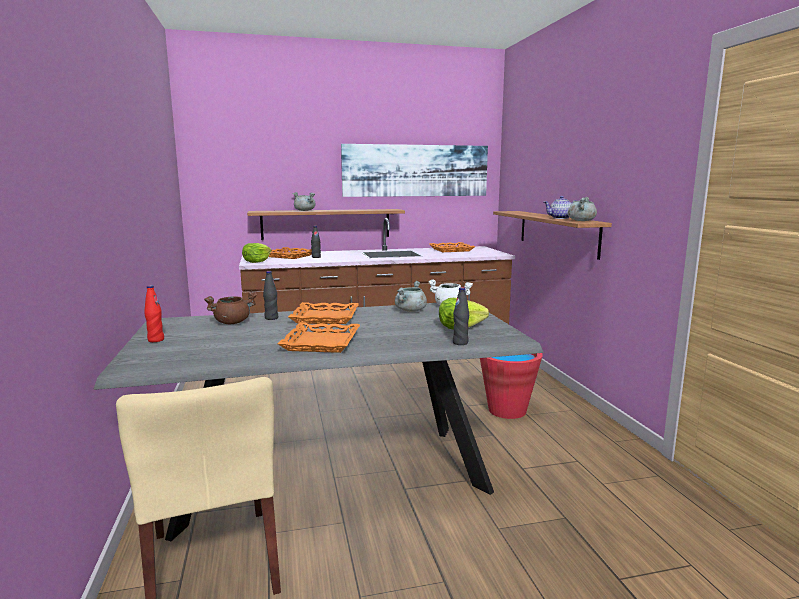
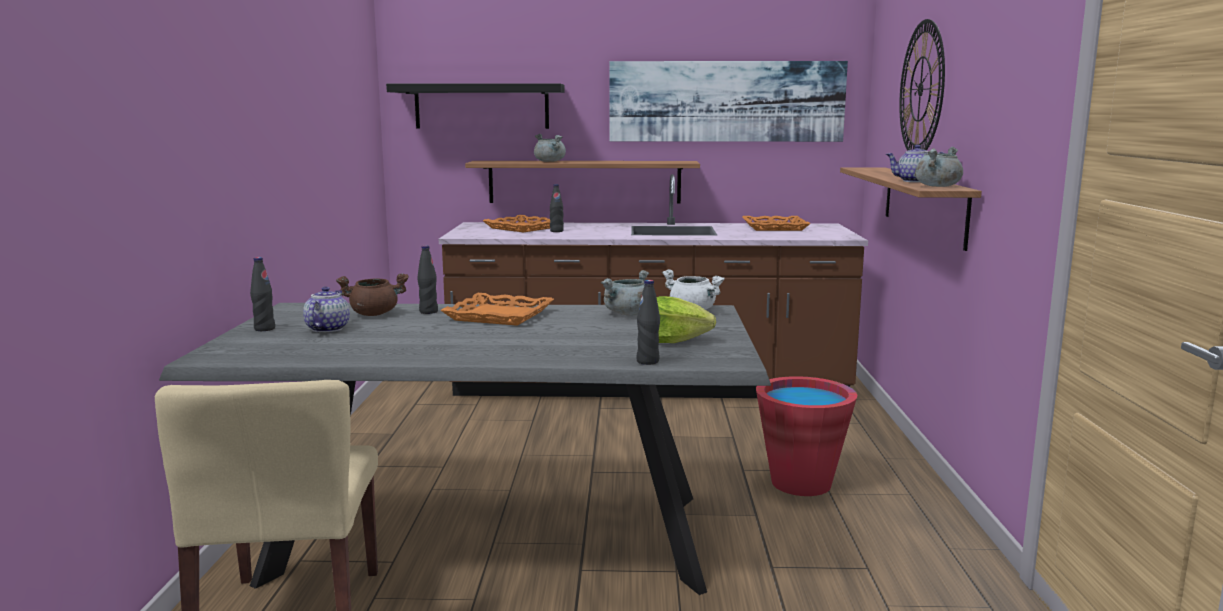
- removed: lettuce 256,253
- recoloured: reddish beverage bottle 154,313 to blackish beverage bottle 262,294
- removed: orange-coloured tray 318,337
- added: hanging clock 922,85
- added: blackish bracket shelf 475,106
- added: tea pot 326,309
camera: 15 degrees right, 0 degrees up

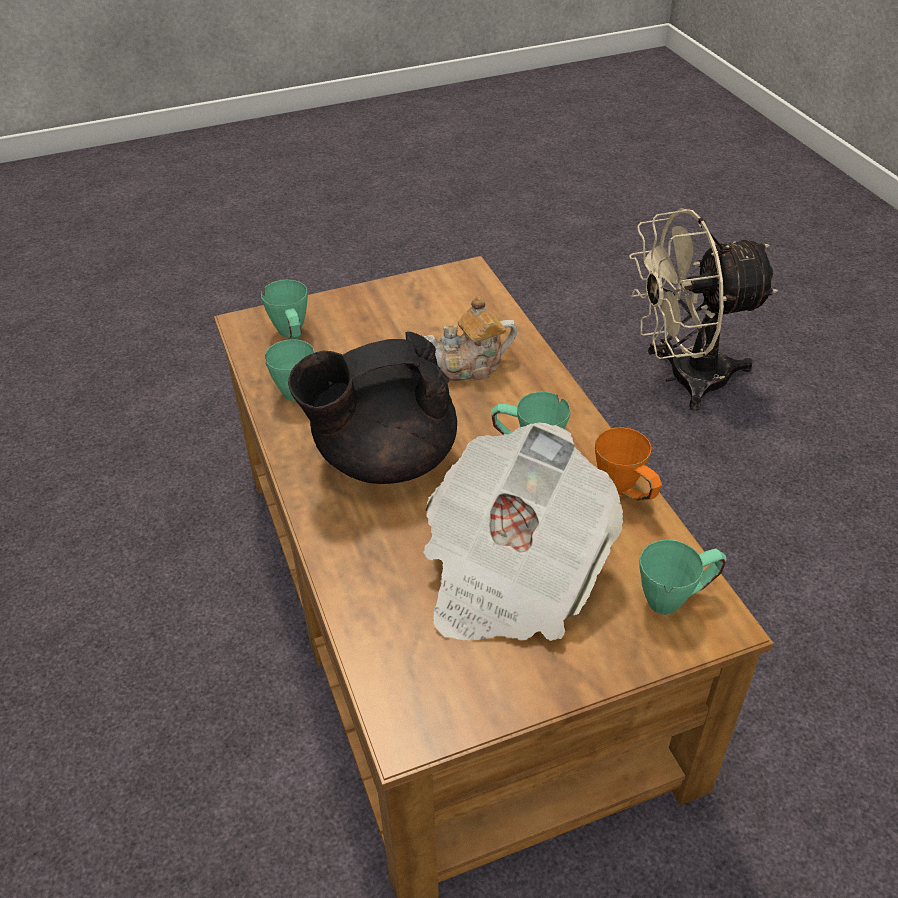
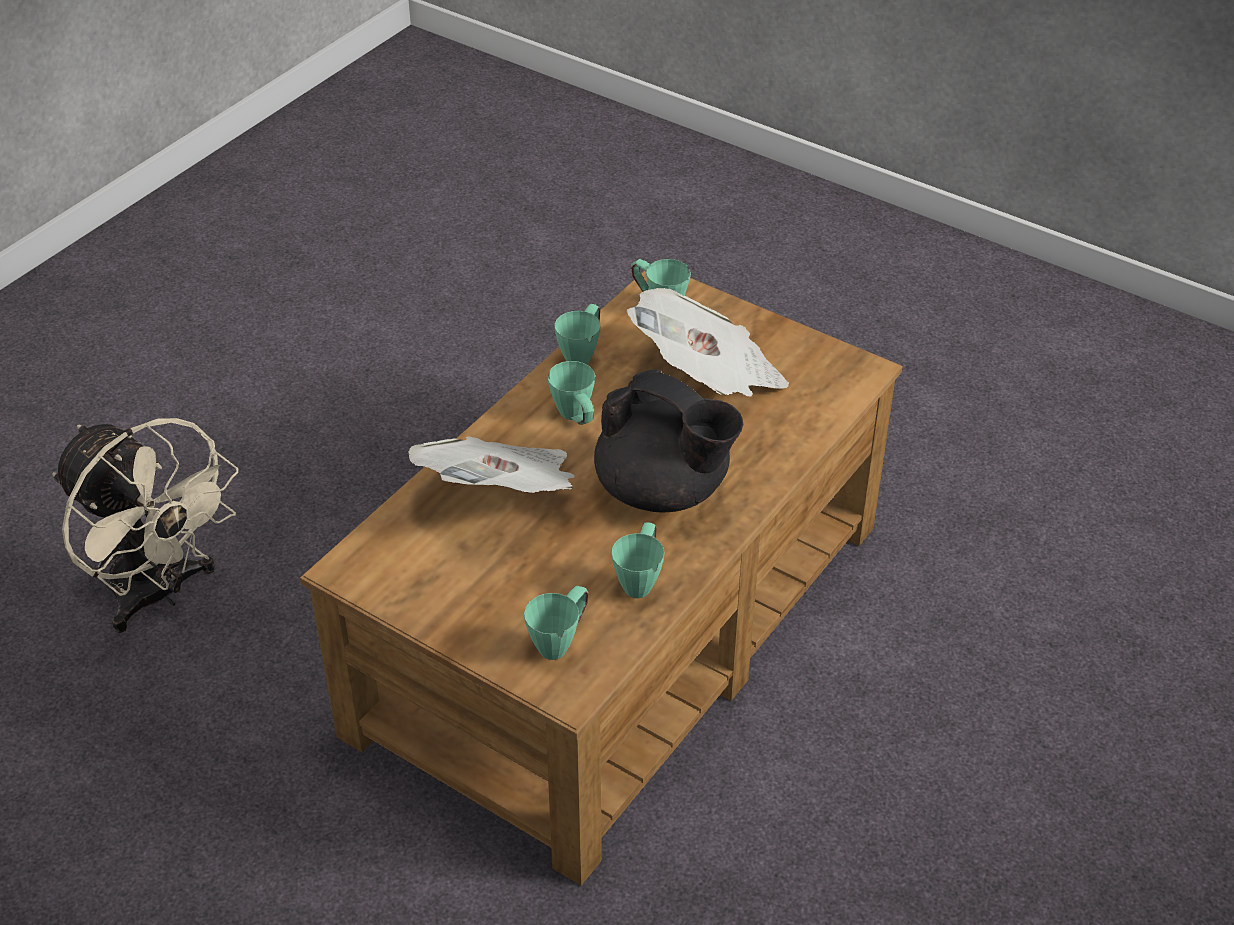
- replaced: tea pot 470,338 to printed paper 491,464
- recoloured: orange-coloured mug 628,464 to greenish mug 577,334
camera: 125 degrees left, 0 degrees up

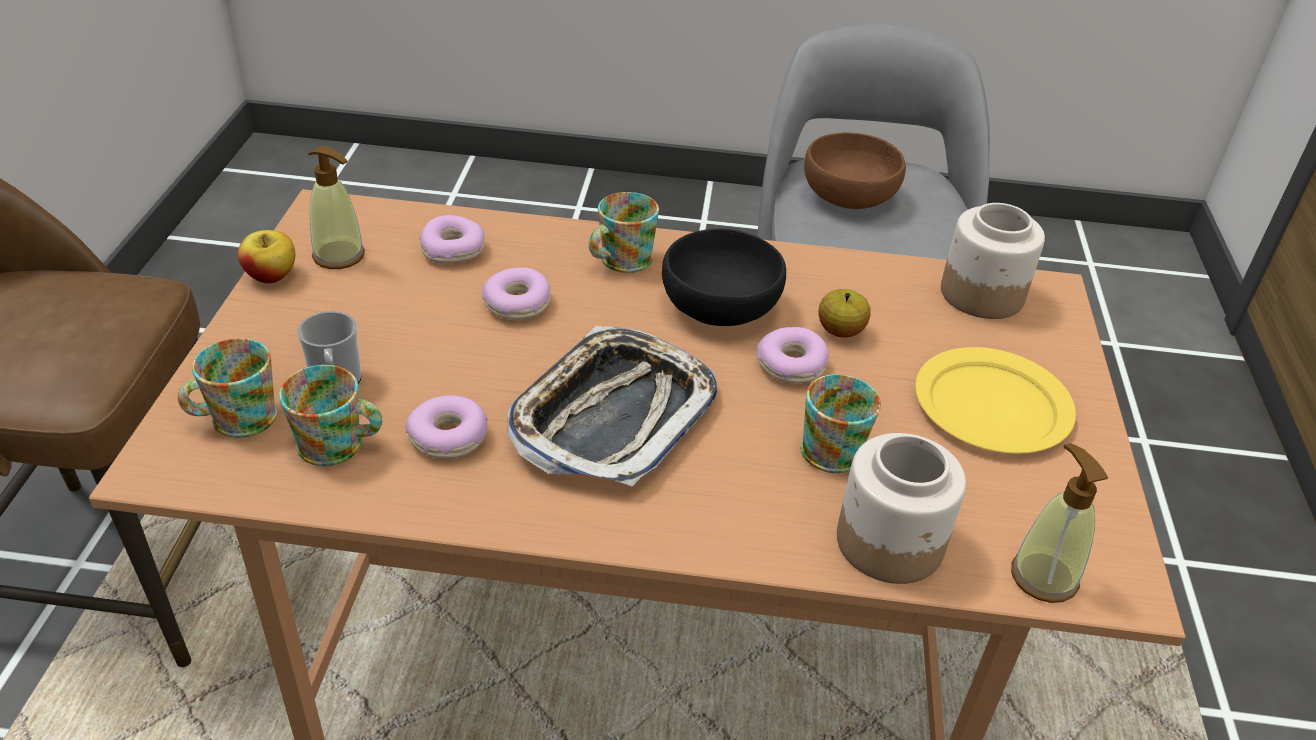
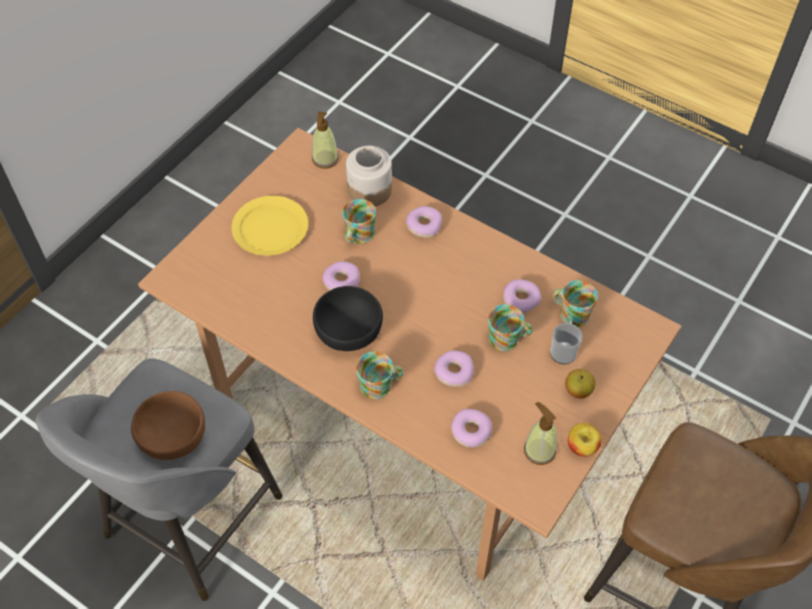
- removed: preserve jar 993,261
- moved: apple 844,313 to 580,383
- removed: tray 612,406
- moved: mug 227,388 to 510,327
- added: doughnut 424,222
camera: 150 degrees left, 15 degrees up

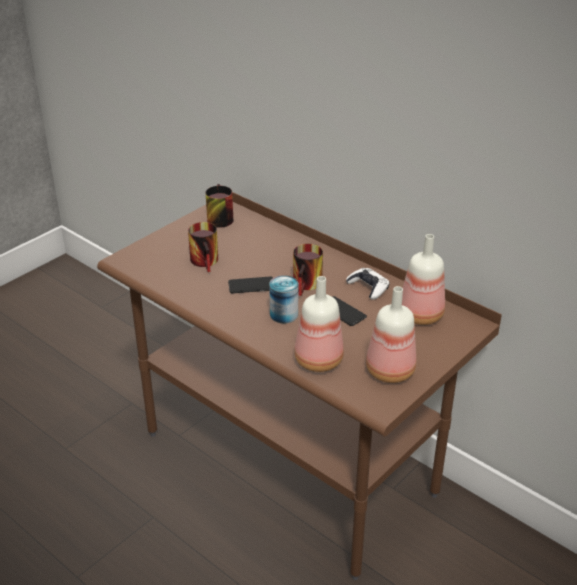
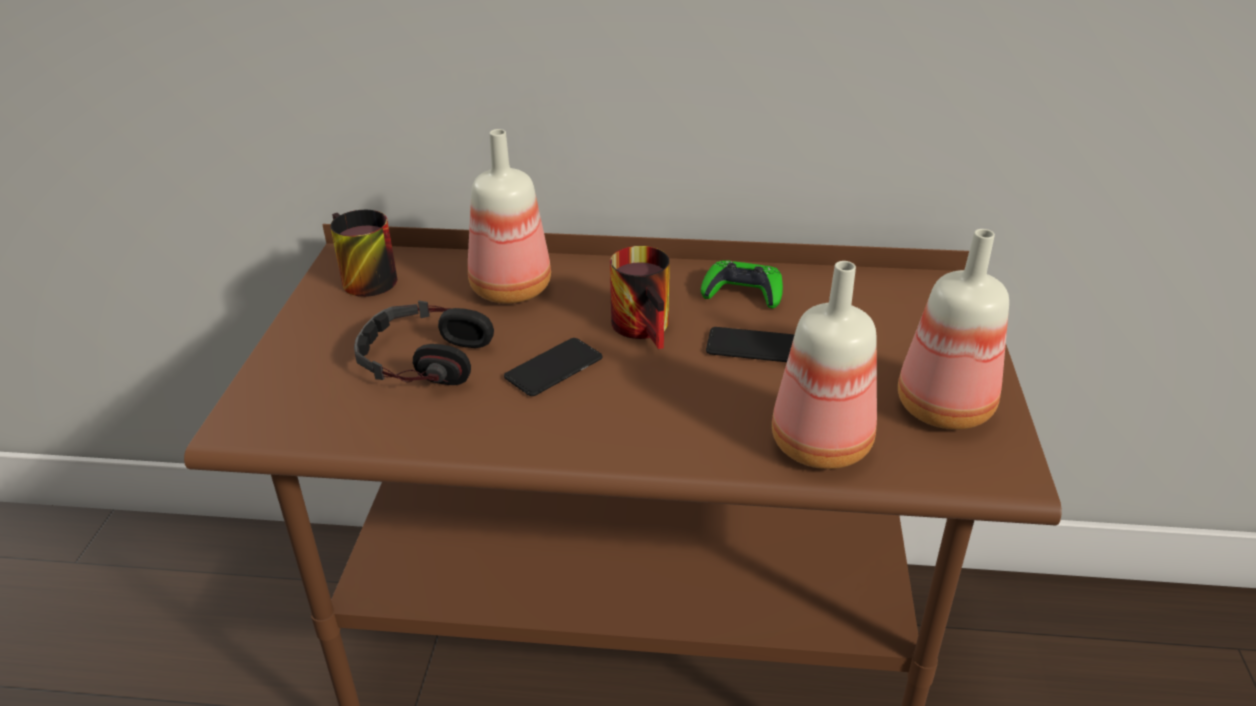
- replaced: mug 203,247 to headset 424,342
- moved: beverage bottle 423,279 to 509,216
- recoloured: white-coloured gamepad 368,284 to greenish gamepad 742,284
- removed: sealed can 283,299
camera: 35 degrees left, 0 degrees up

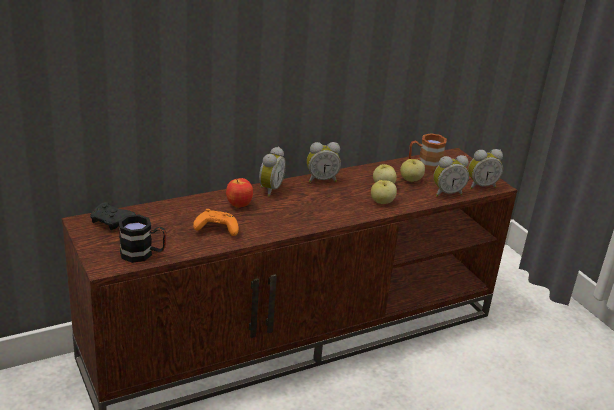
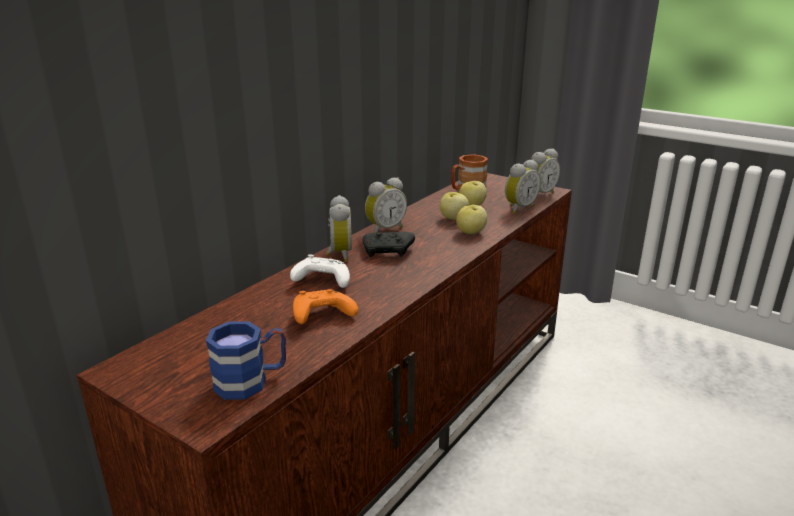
- replaced: apple 239,193 to white-coloured gamepad 320,271
- moved: blackish gamepad 113,216 to 389,244
- recoloured: blackish mug 142,238 to blue-coloured mug 246,360
camera: 25 degrees left, 5 degrees down

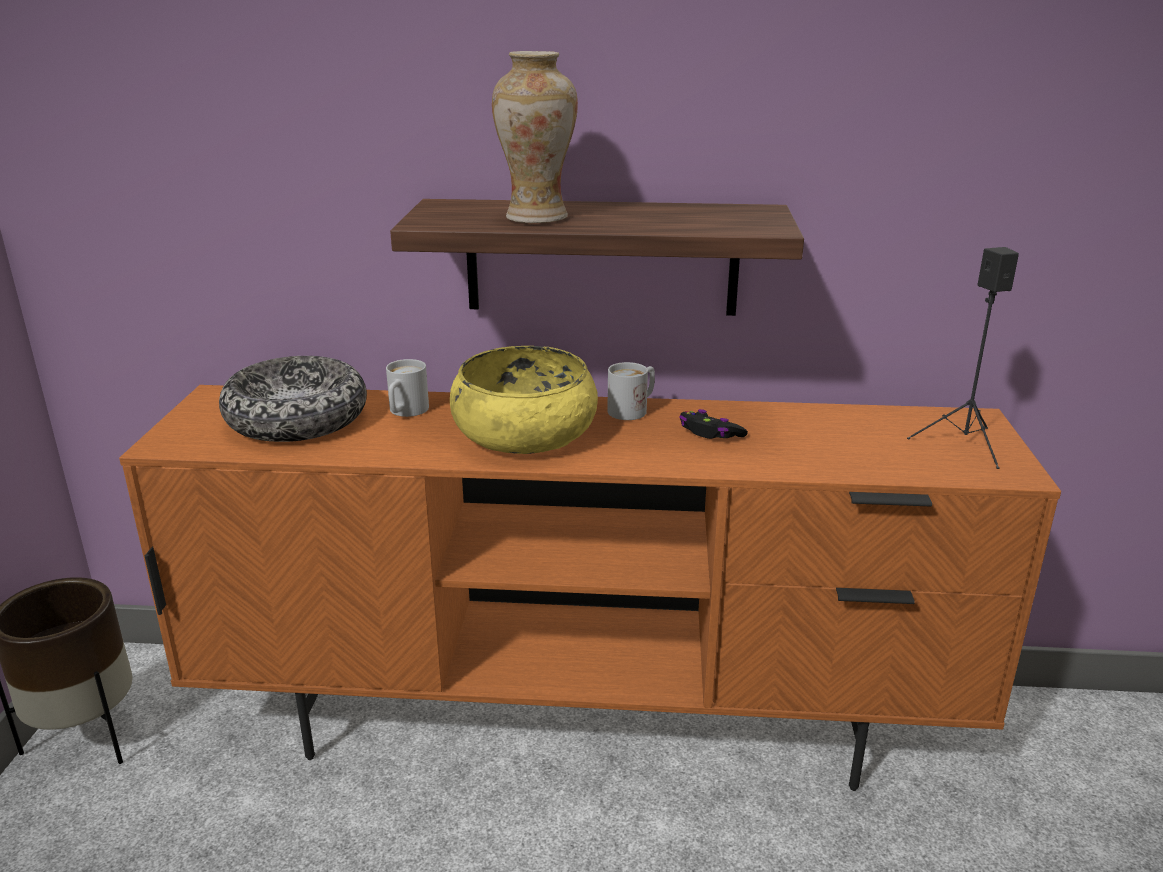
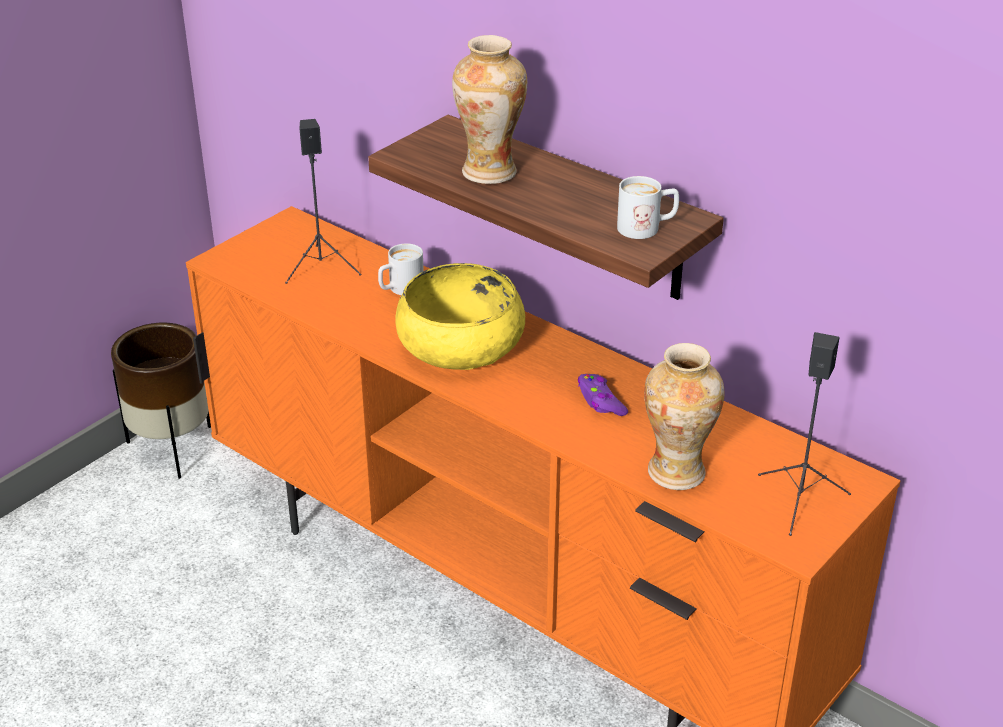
- replaced: bowl 293,399 to blackish speaker 323,201
- moved: white-coloured mug 631,391 to 648,207
- recoloured: blackish gamepad 713,424 to purple-coloured gamepad 603,395
- added: flower vase 684,416
camera: 35 degrees right, 10 degrees up

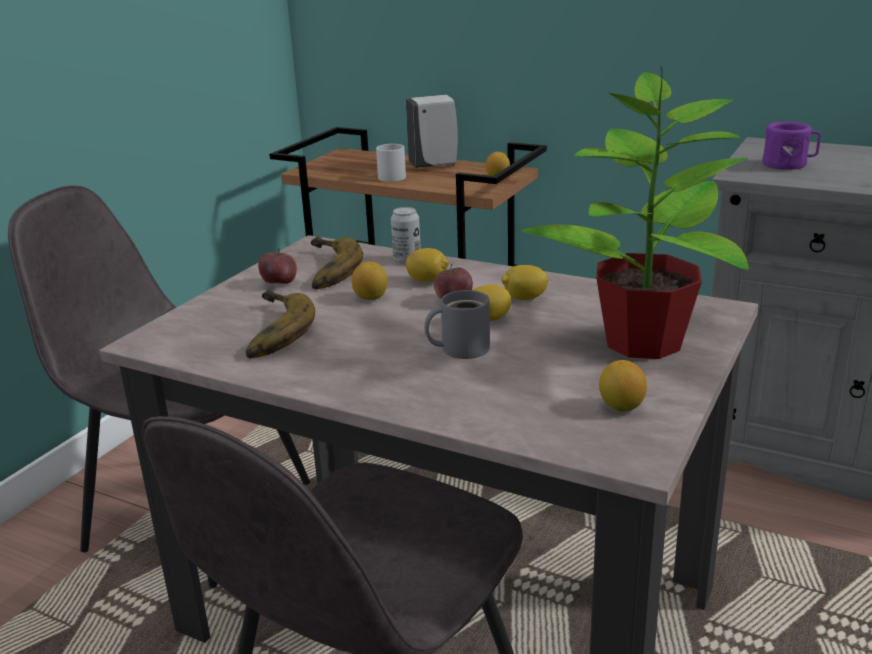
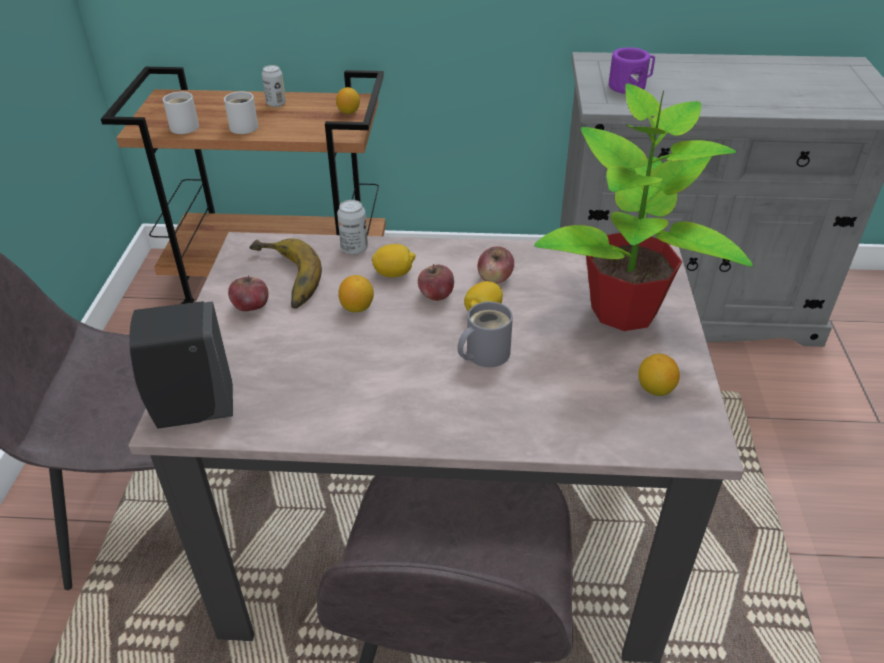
- replaced: white-coloured soap dispenser 432,131 to sealed can 274,86
- replaced: citrus fruit 525,282 to apple 496,265
- removed: banana 280,323
- added: white-coloured mug 181,113
- added: blackish soap dispenser 181,365
camera: 25 degrees left, 15 degrees up

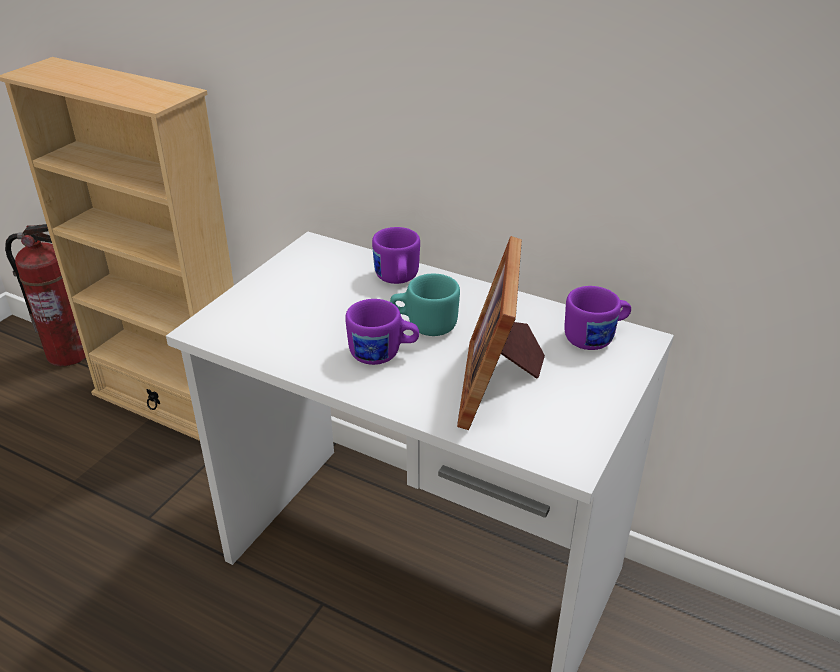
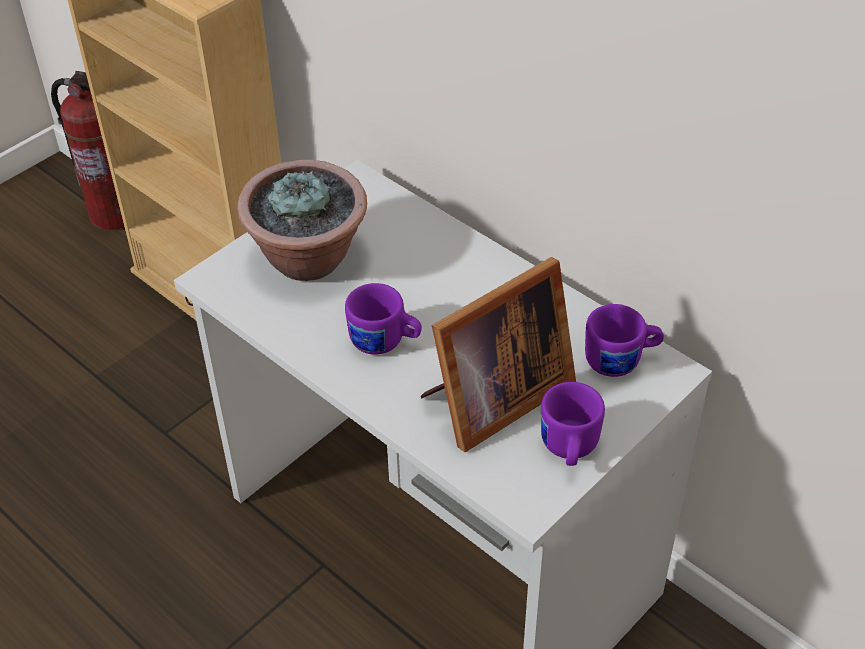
- moved: purple-coloured mug 396,255 to 573,424
- turned: picture frame 501,333 = 498,354 150 degrees counterclockwise
- removed: turquoise-coloured mug 425,305
- added: houseplant 302,220
camera: 15 degrees right, 10 degrees up

